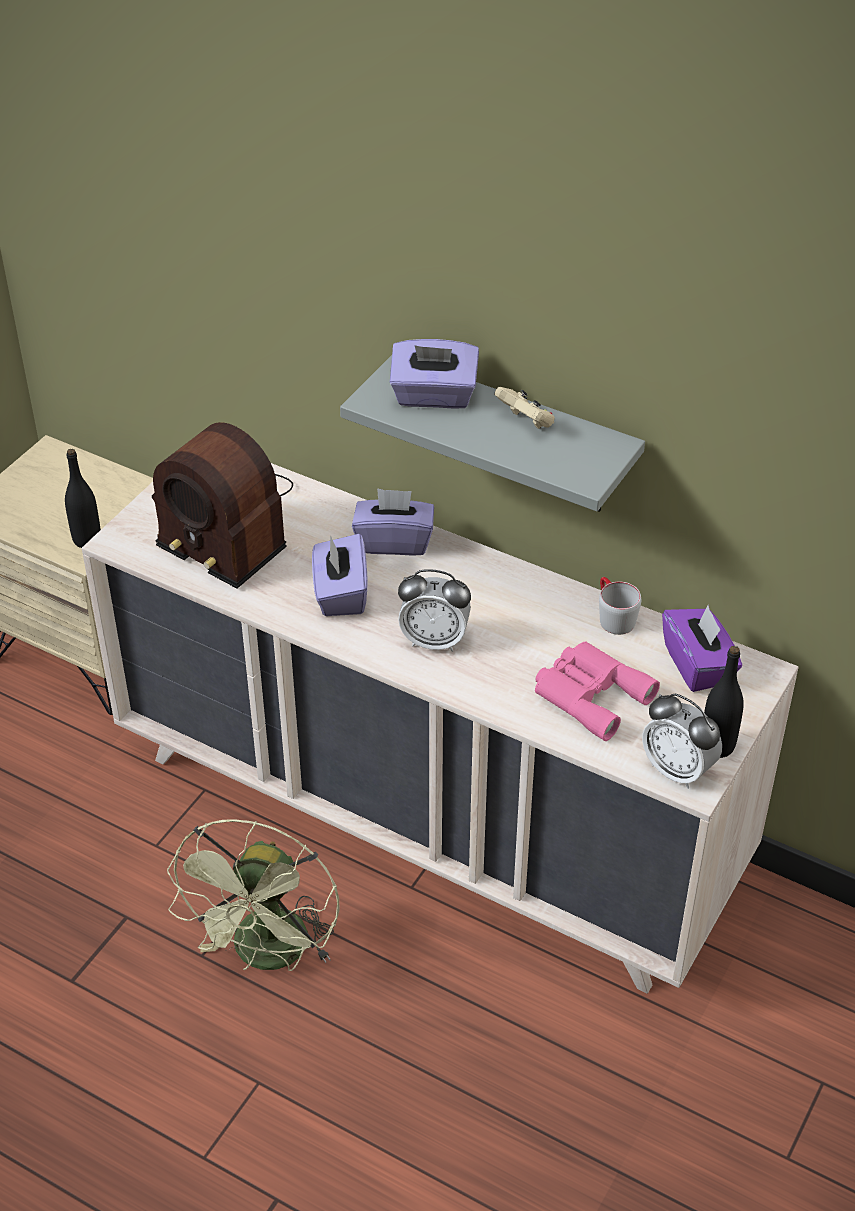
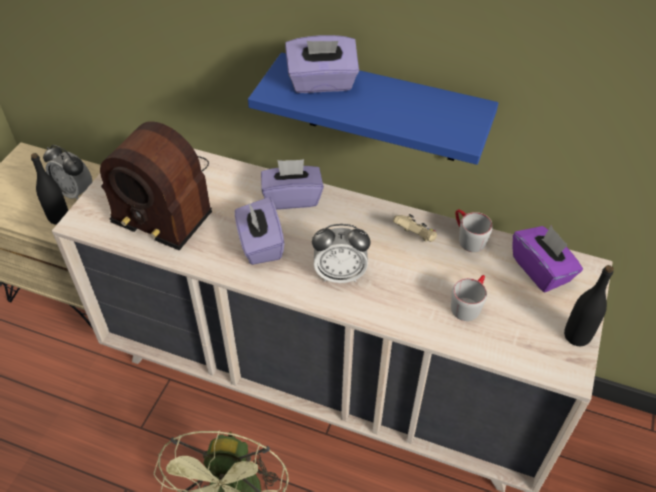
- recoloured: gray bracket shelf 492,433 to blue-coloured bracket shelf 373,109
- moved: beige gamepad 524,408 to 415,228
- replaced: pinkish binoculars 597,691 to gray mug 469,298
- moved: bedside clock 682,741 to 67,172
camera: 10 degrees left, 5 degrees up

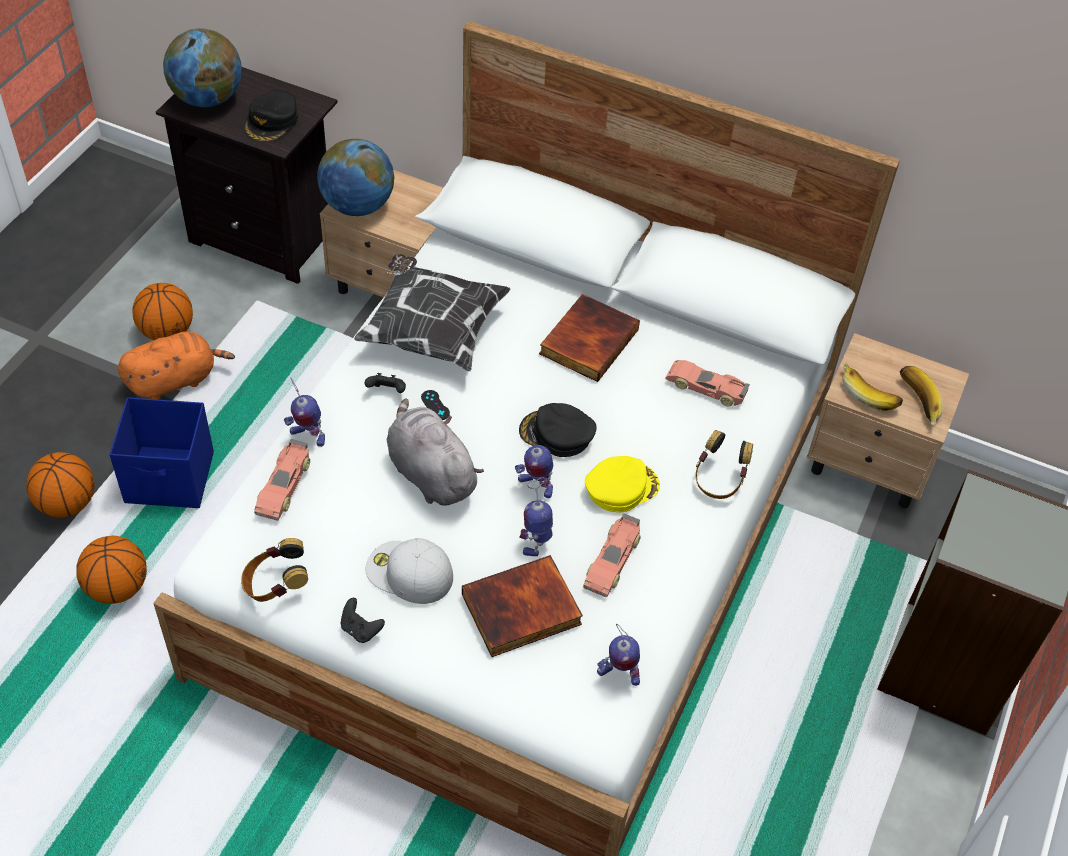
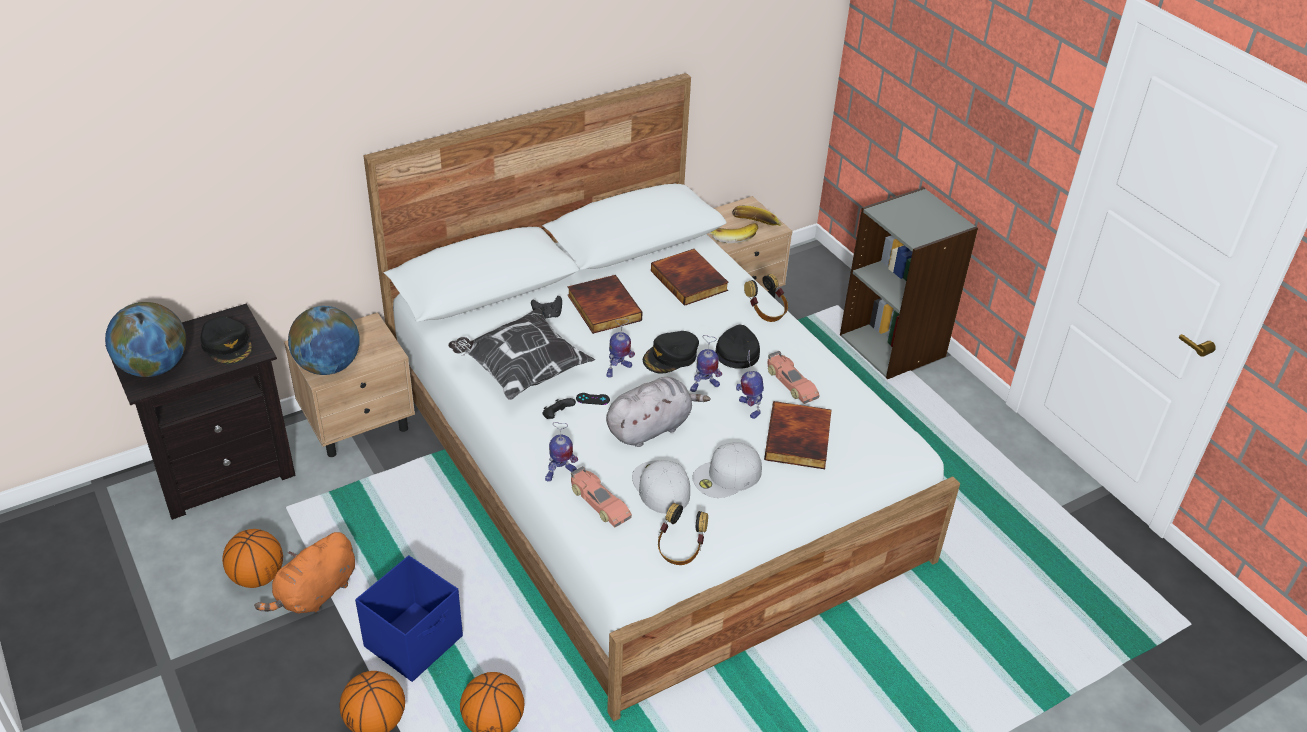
- turned: orange-coloured cuddly toy 176,365 = 304,572 150 degrees counterclockwise
- replaced: miniature car 708,383 to volume 690,277
- turned: gray cuddly toy 435,452 = 658,412 150 degrees clockwise
- recoloured: yellow peaked cap 622,484 to blackish peaked cap 738,347
- moved: blackish gamepad 363,620 to 546,307
- moved: model robot 618,655 to 620,348
- added: white-coloured peaked cap 661,487
camera: 55 degrees left, 10 degrees down

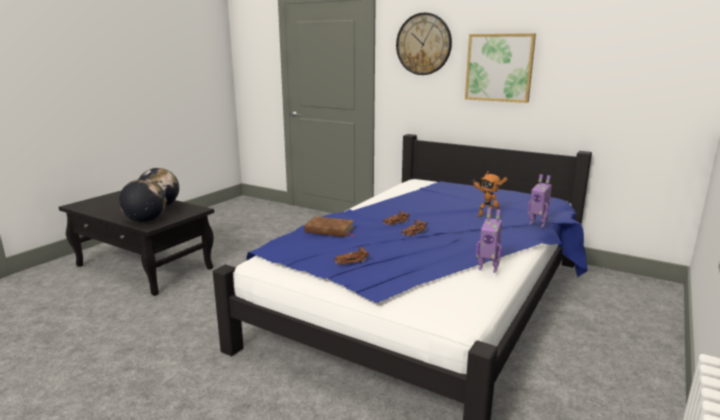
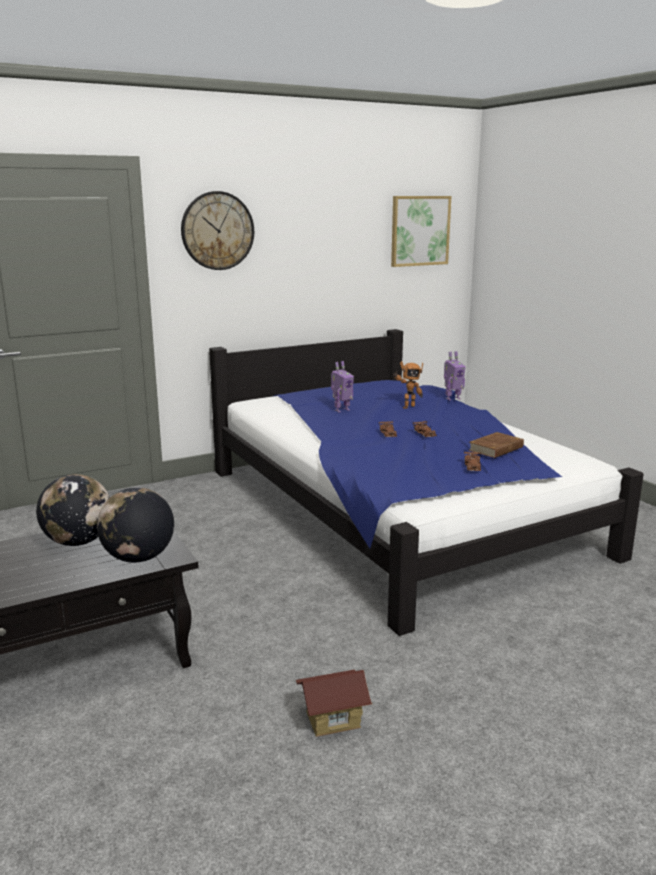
- moved: picture 500,68 to 421,231
- moved: model robot 489,240 to 342,387
- moved: brown-coloured volume 329,226 to 496,445
- added: toy house 334,703
camera: 60 degrees left, 0 degrees up

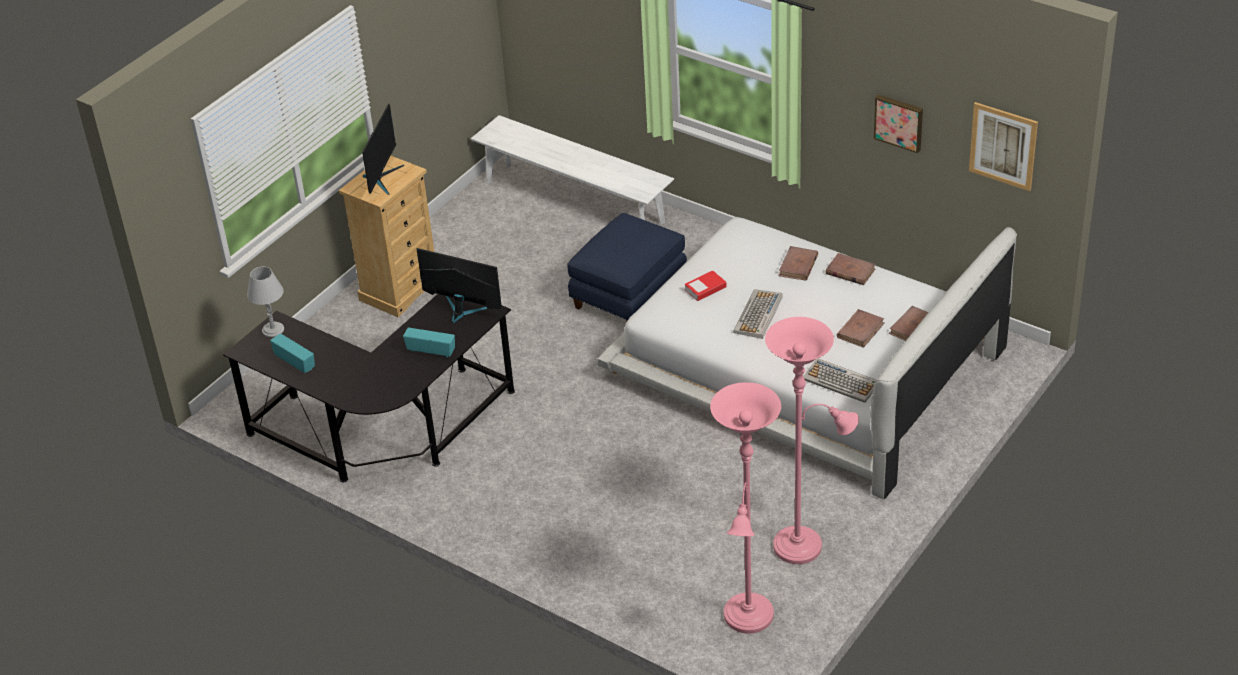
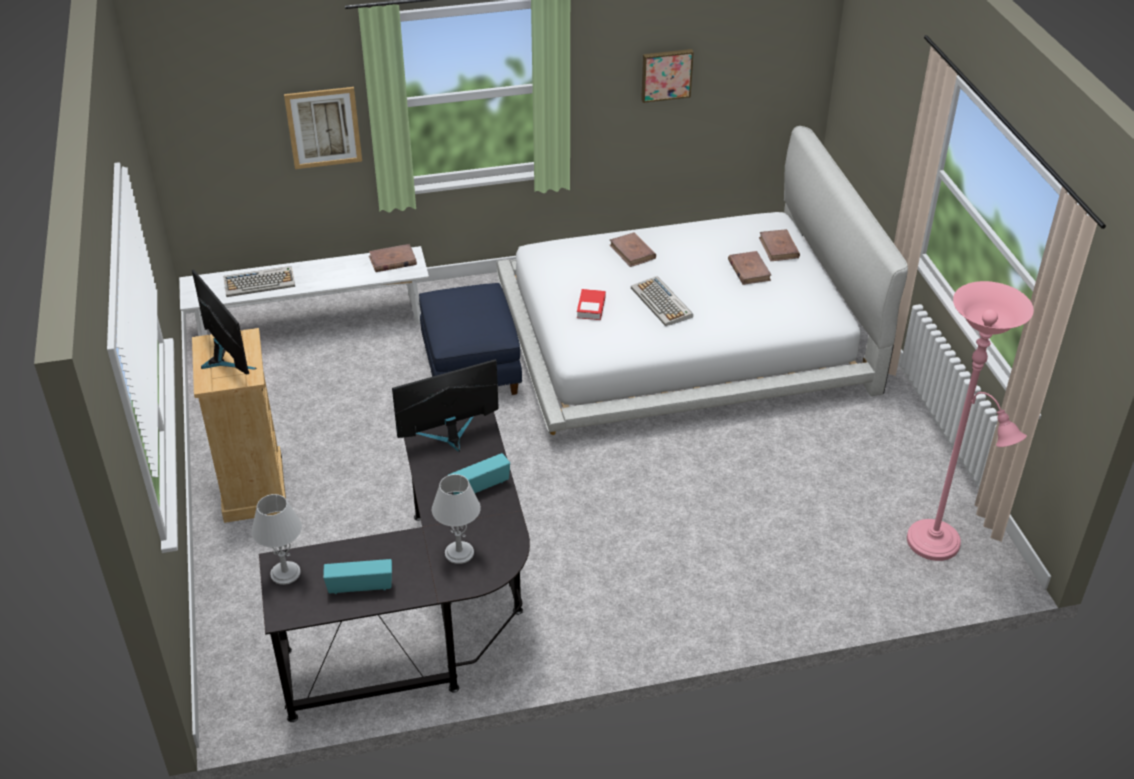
- moved: picture 1003,146 to 323,128
- moved: brown-coloured volume 851,269 to 393,258
- removed: pinkish floor lamp 812,440
- moved: computer keyboard 839,380 to 259,281
- added: gray lamp for a table 456,519
camera: 50 degrees left, 0 degrees up

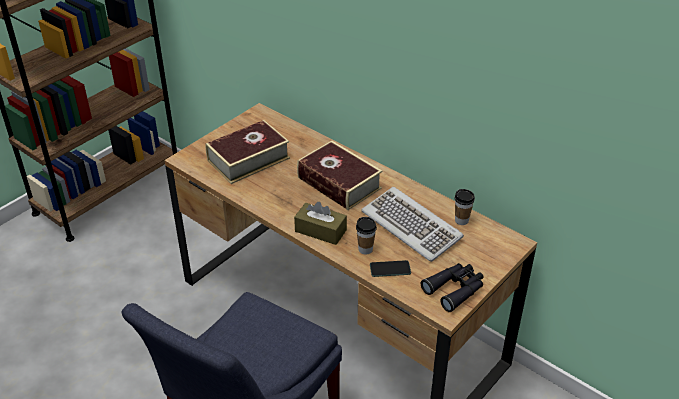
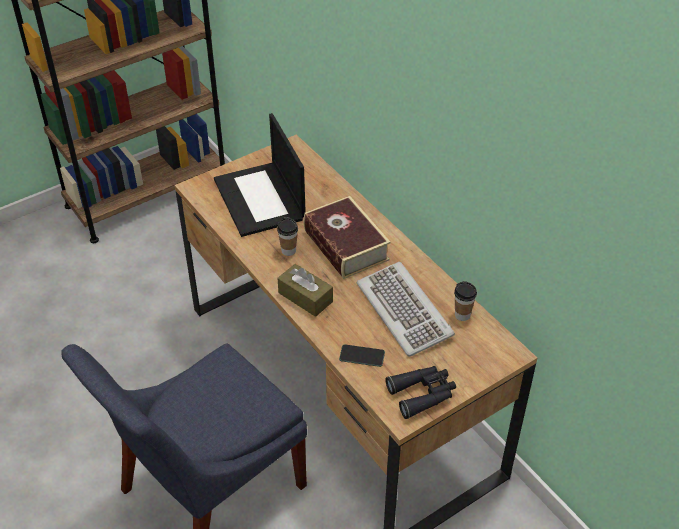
- replaced: volume 247,152 to portable computer 260,175
- moved: drinking cup 366,236 to 287,237
camera: 15 degrees right, 5 degrees up

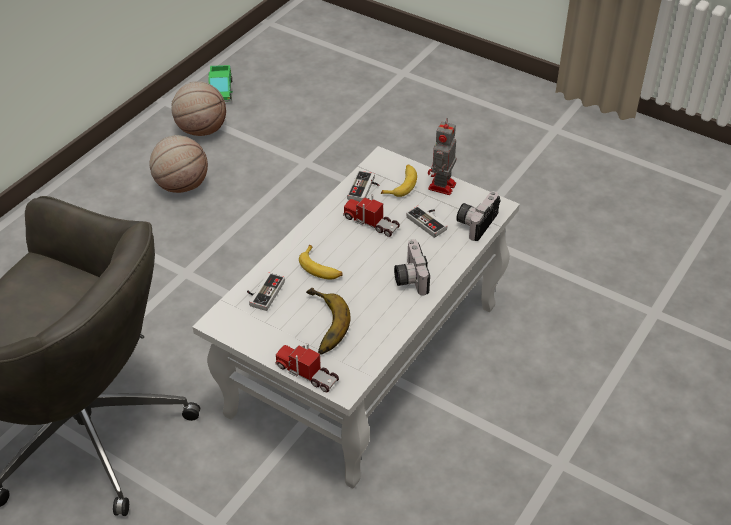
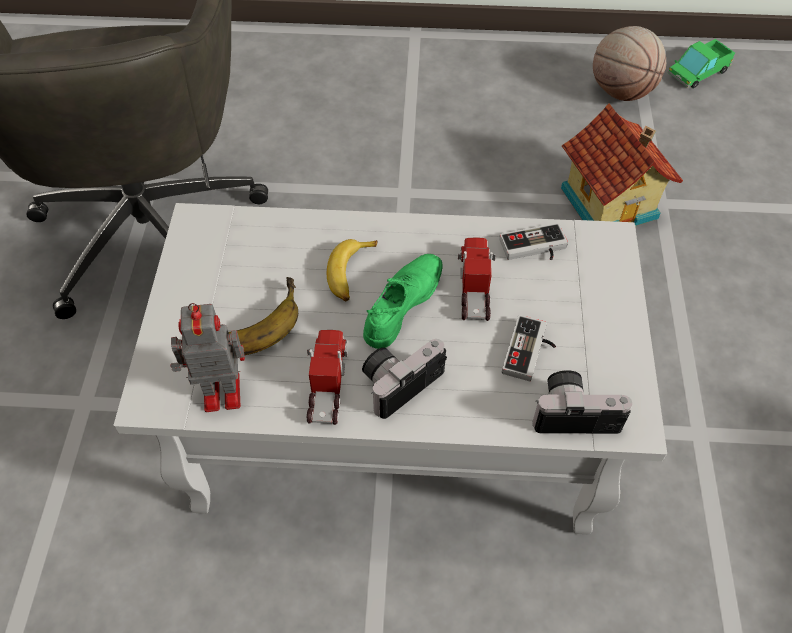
- moved: model robot 442,156 to 207,357
- removed: basketball 178,164
- removed: banana 399,180
- removed: gamepad 266,291
- moved: toy truck 307,367 to 327,377
- added: toy house 622,165
- added: greenish low shoe 403,301
camera: 60 degrees right, 10 degrees up

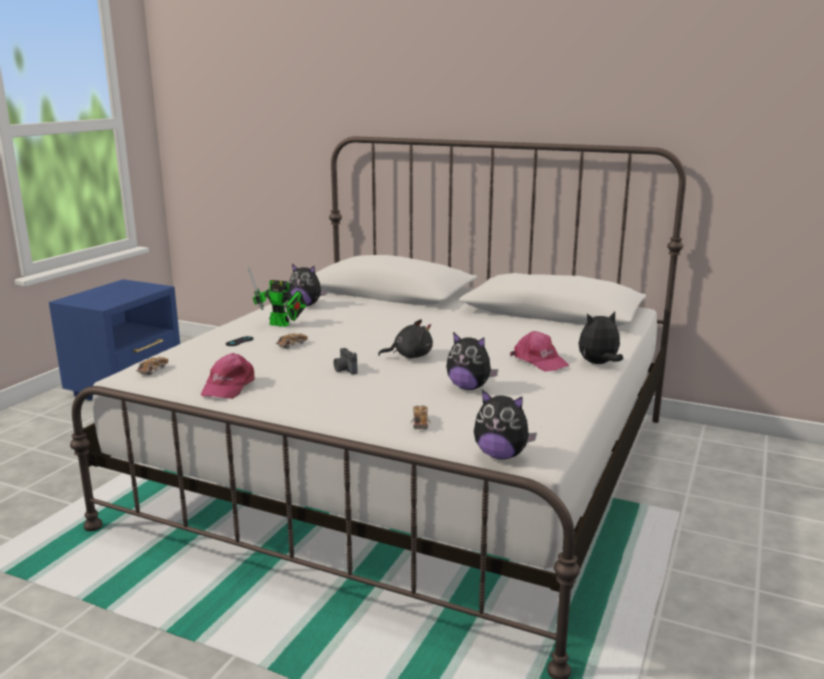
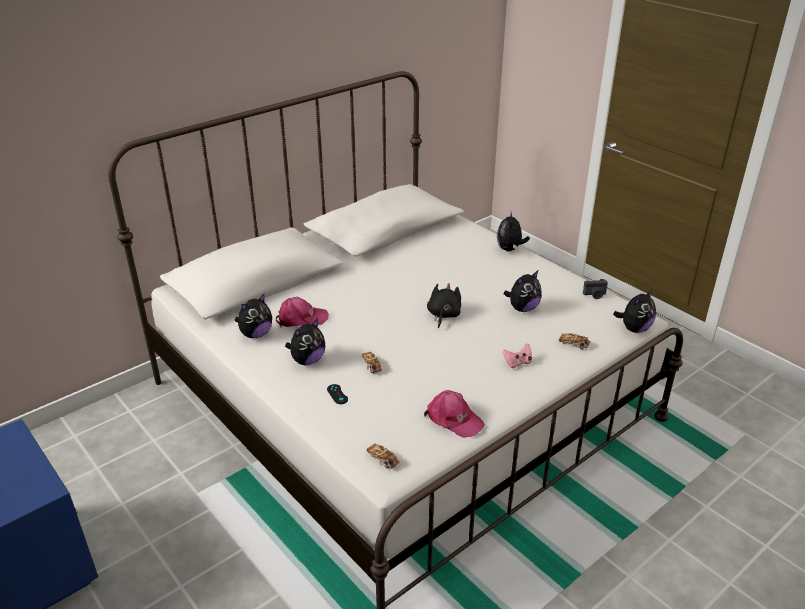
- replaced: model robot 277,296 to cuddly toy 305,341
- moved: pinkish peaked cap 540,351 to 302,312
- moved: photo camera 345,361 to 595,289
- added: pinkish gamepad 517,355
camera: 65 degrees left, 15 degrees up

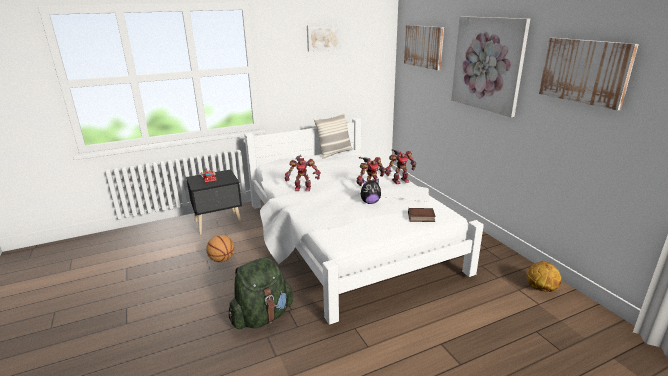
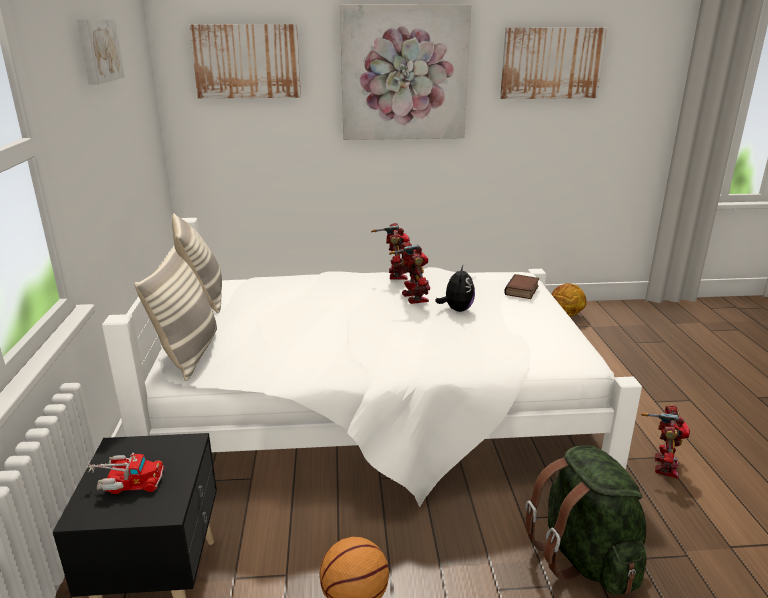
- moved: model robot 303,173 to 665,441
- added: cushion 175,314
camera: 70 degrees left, 0 degrees up

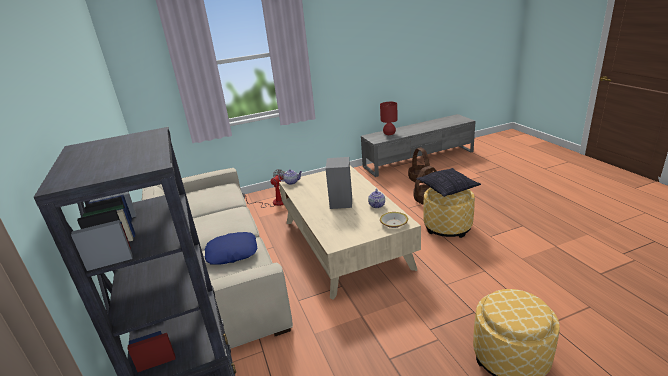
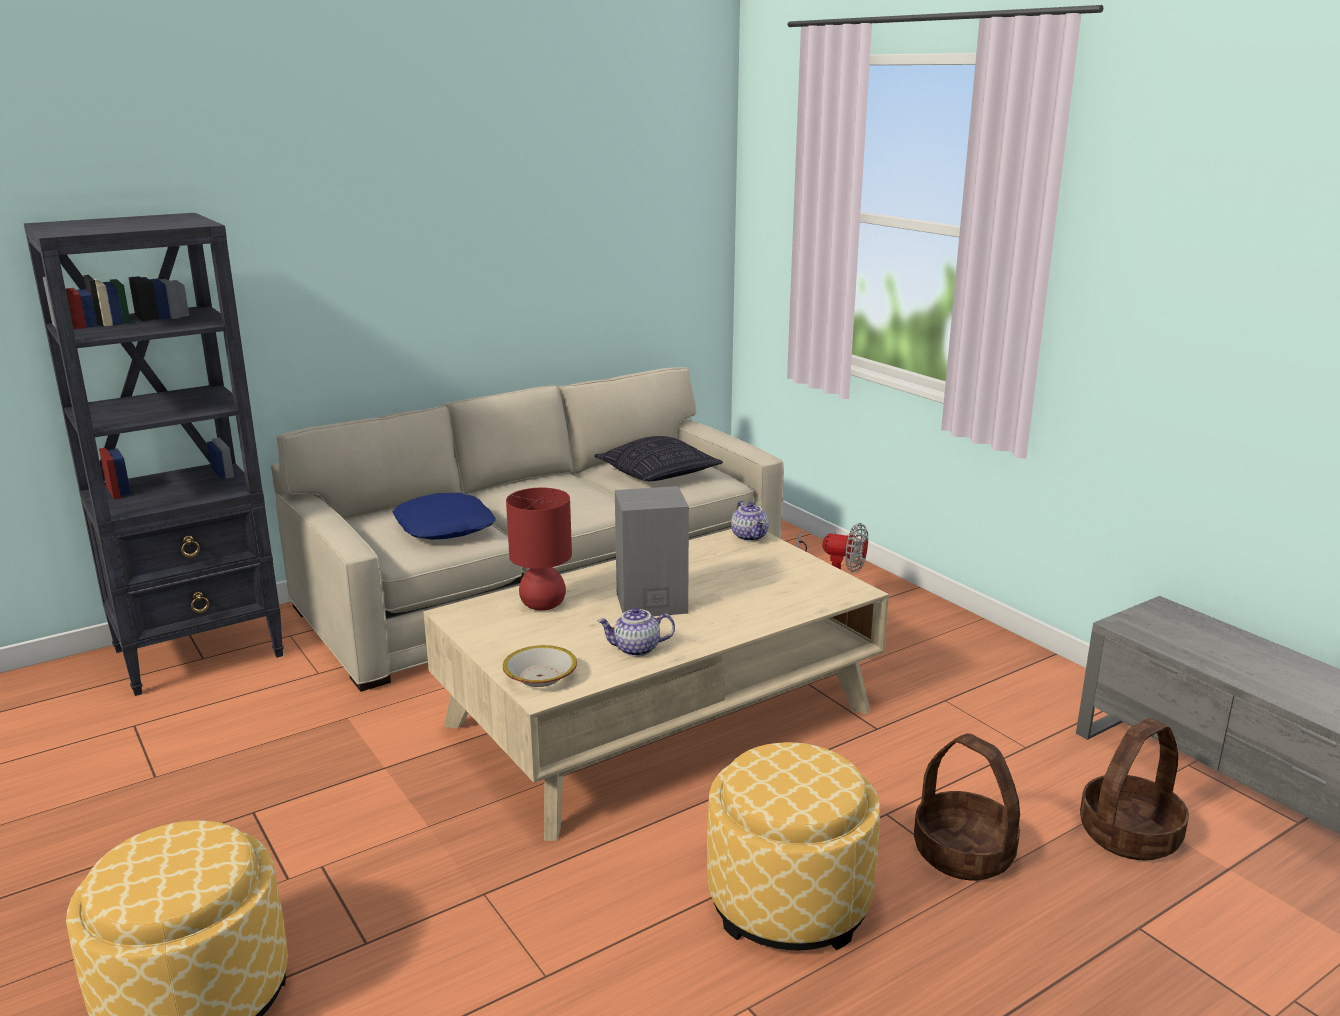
- moved: reddish lamp for a table 389,118 to 539,549
- moved: cushion 449,182 to 658,458
camera: 75 degrees right, 5 degrees down

